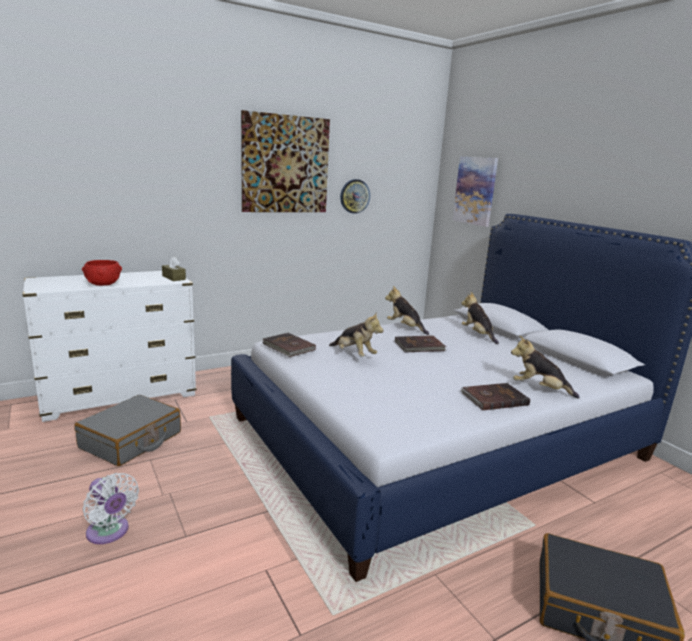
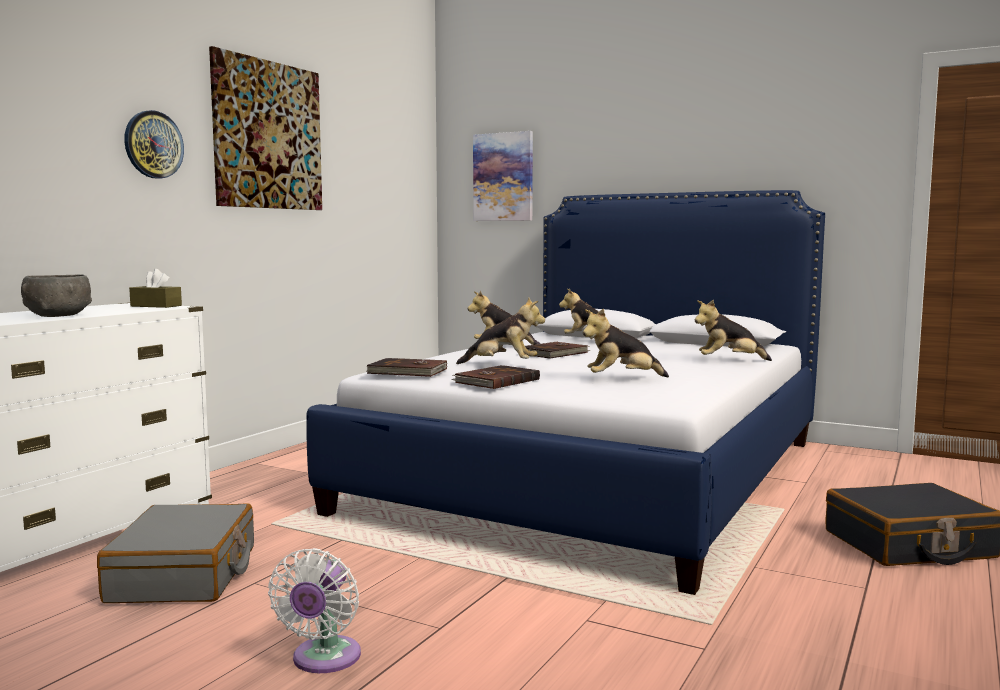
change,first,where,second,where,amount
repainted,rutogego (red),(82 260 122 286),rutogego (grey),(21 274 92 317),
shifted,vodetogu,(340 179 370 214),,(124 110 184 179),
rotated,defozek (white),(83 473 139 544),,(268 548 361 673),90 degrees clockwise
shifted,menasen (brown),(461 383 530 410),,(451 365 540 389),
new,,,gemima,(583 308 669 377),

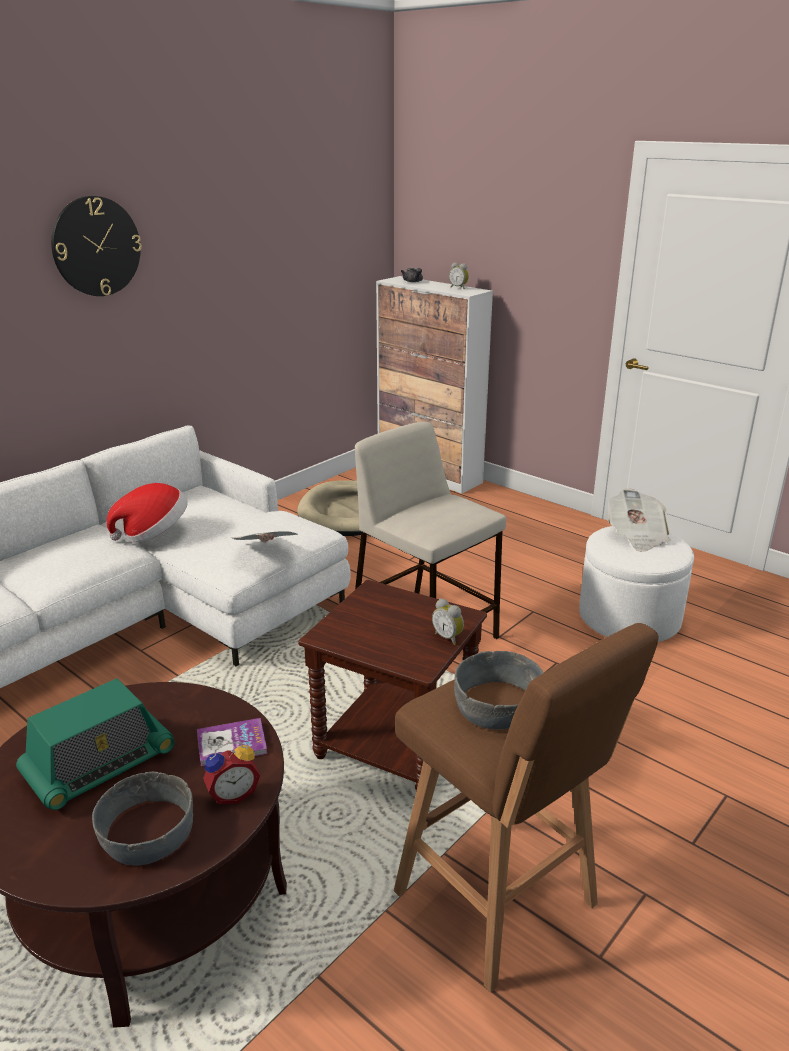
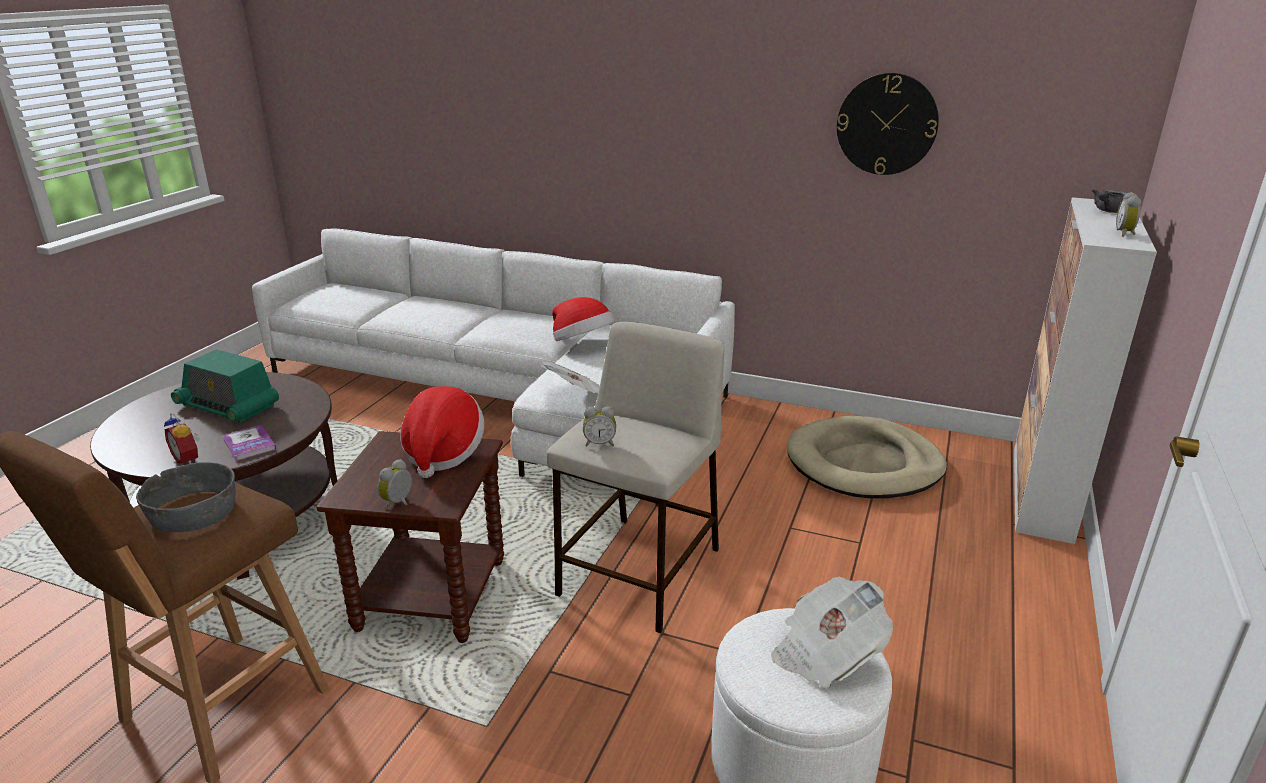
change,first,where,second,where,amount
new,,,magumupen,(400 386 484 478),
new,,,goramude,(583 407 616 447),
shifted,vodetogu,(51 196 142 296),,(837 73 939 175),
gone,rutogego (grey),(92 772 193 866),,,

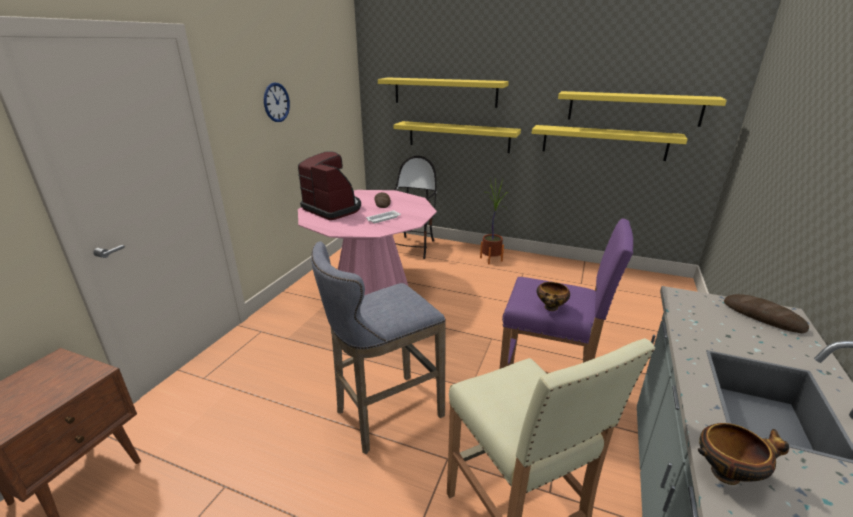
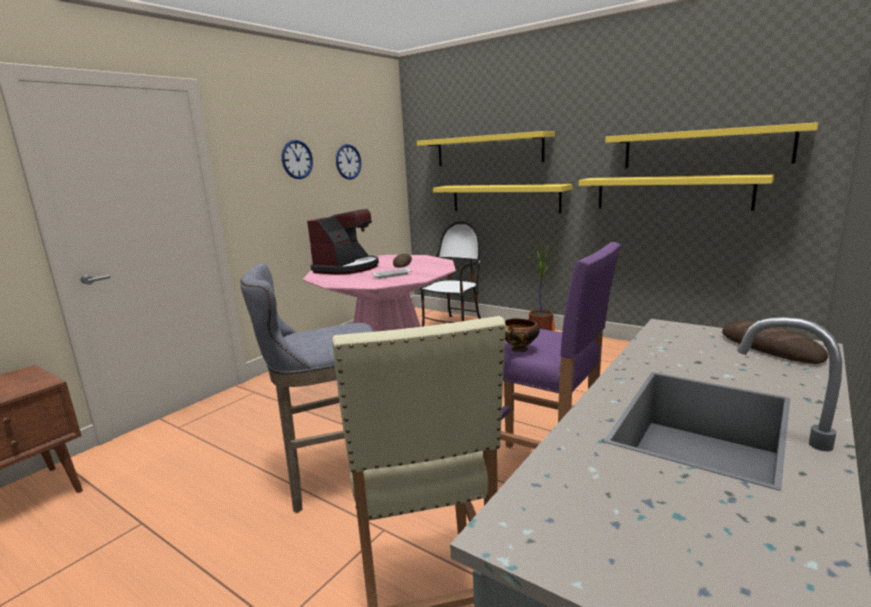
change,first,where,second,where,amount
rotated,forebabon,(298 151 361 220),,(307 209 379 275),60 degrees clockwise
new,,,vodetogu,(336 144 361 180),
gone,rutogego,(698 423 789 485),,,

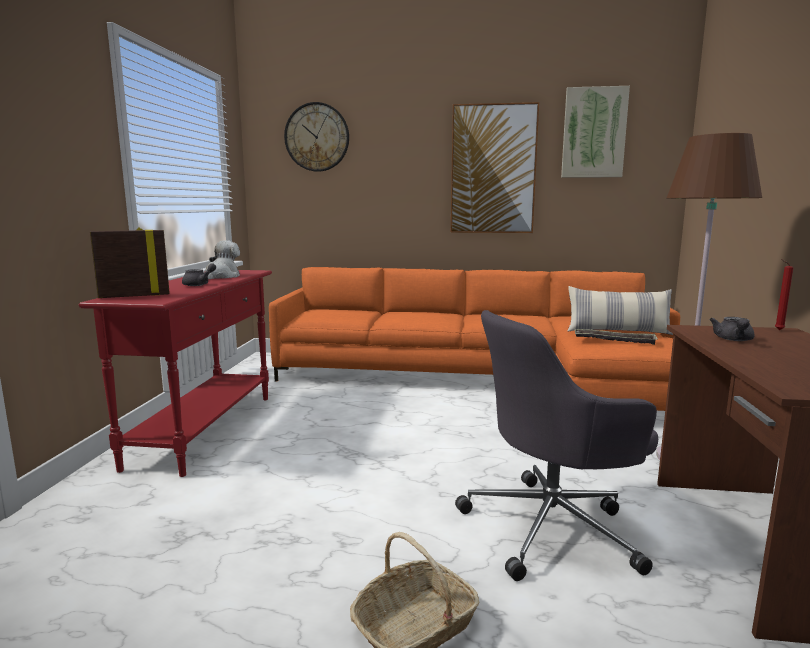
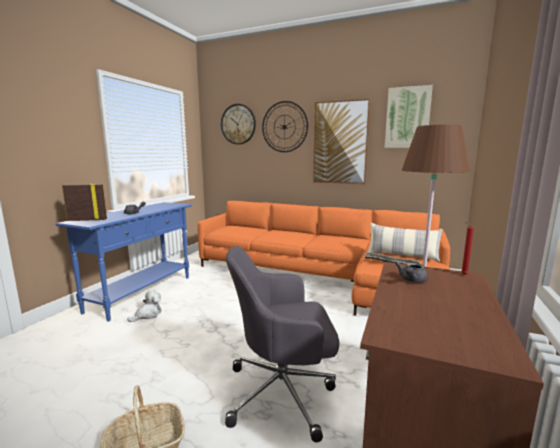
change,first,where,second,where,amount
repainted,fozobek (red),(79 270 272 477),fozobek (blue),(56 202 192 322),
shifted,gemima,(205 240 240 279),,(127 290 161 322),
new,,,vodetogu,(262 101 308 152),

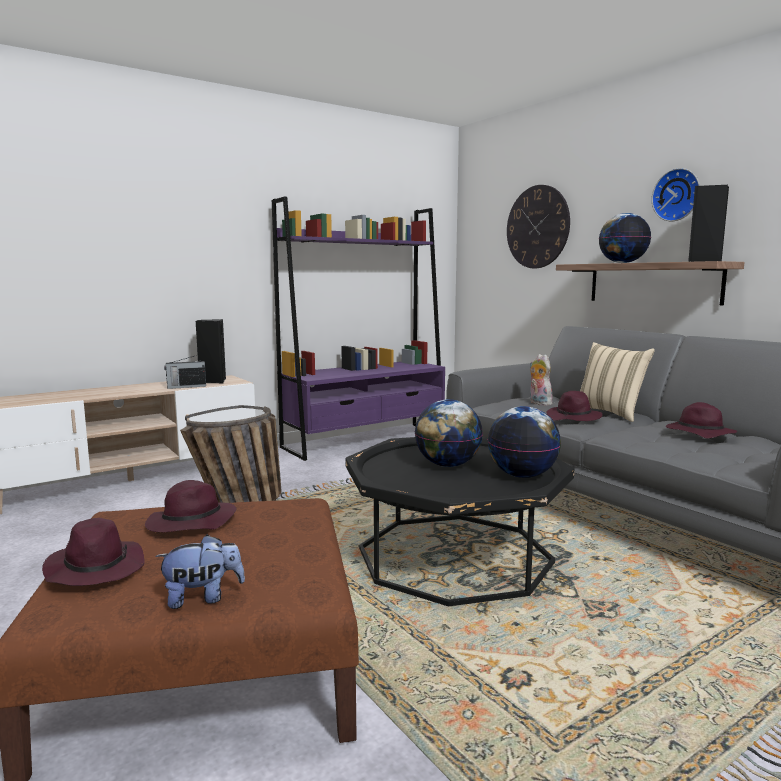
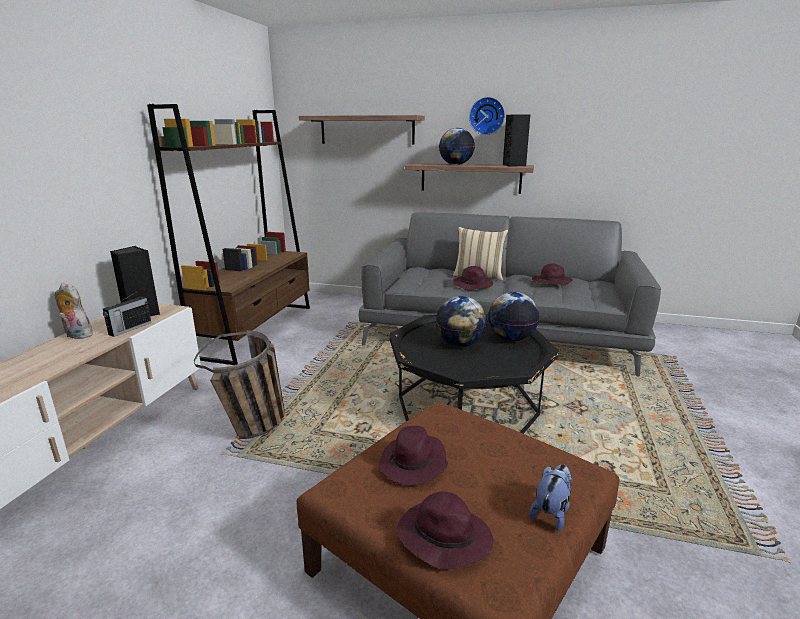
change,first,where,second,where,amount
shifted,gemima,(529 354 552 406),,(55 283 93 339),
repainted,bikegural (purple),(272 196 445 461),bikegural (brown),(147 104 310 365),
swapped,vodetogu,(507 185 570 268),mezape,(299 115 425 145),

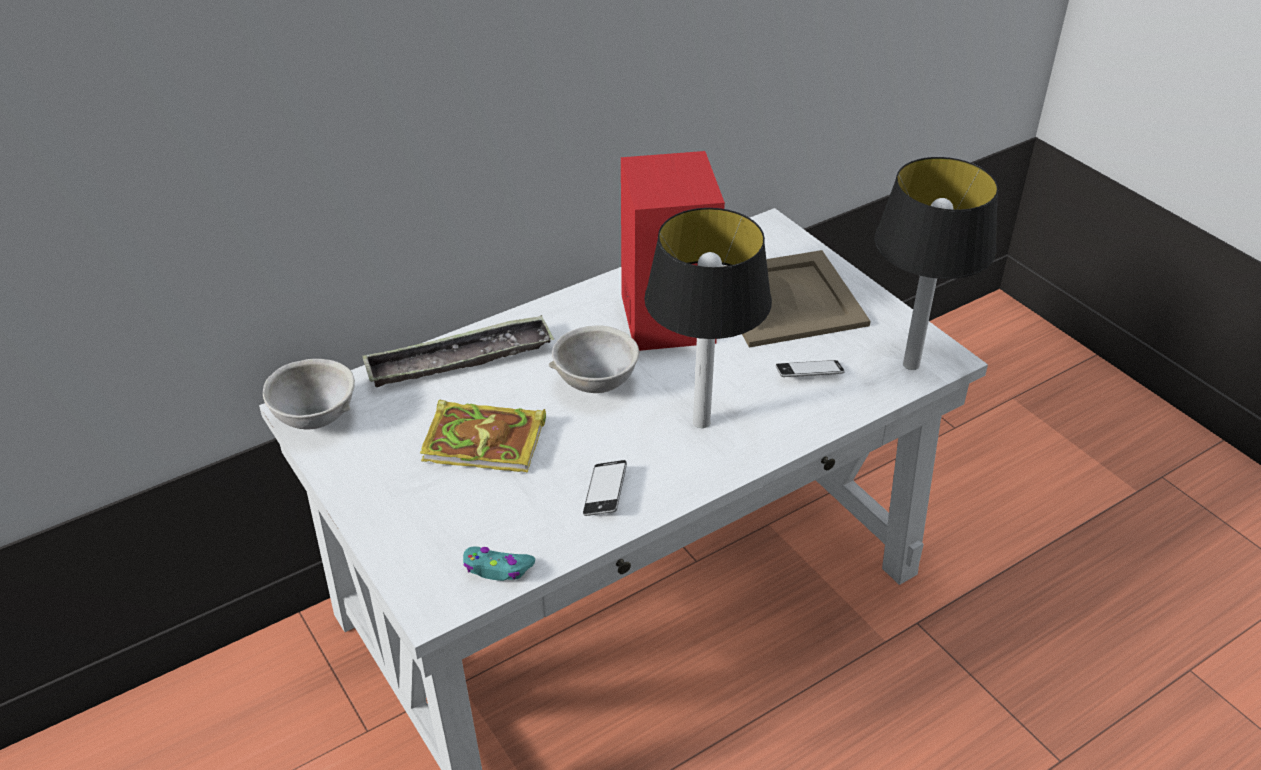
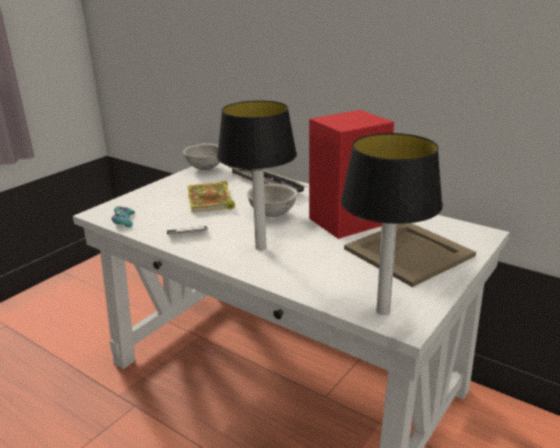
change,first,where,second,where,amount
gone,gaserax,(776 360 844 377),,,

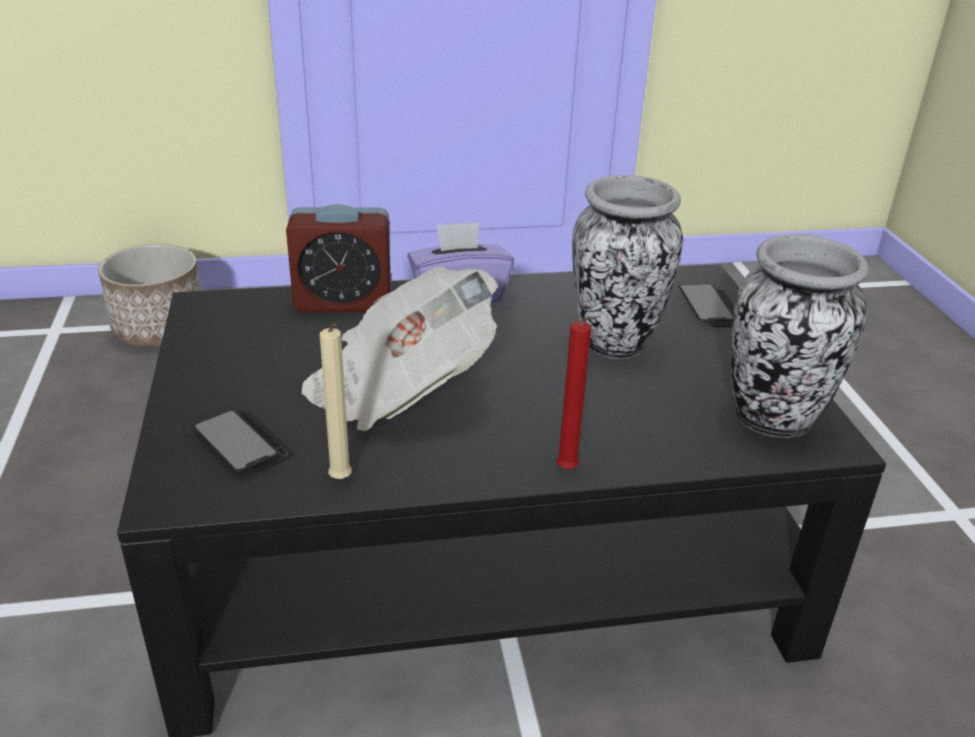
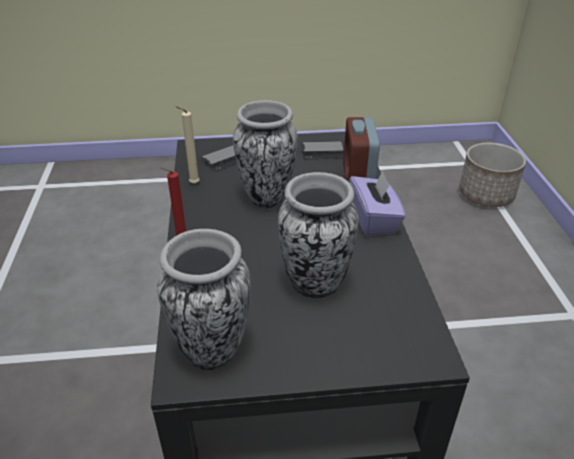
change,first,where,second,where,amount
swapped,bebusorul,(302 266 498 431),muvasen,(233 100 298 209),
shifted,gaserax,(679 283 734 327),,(301 141 344 159),

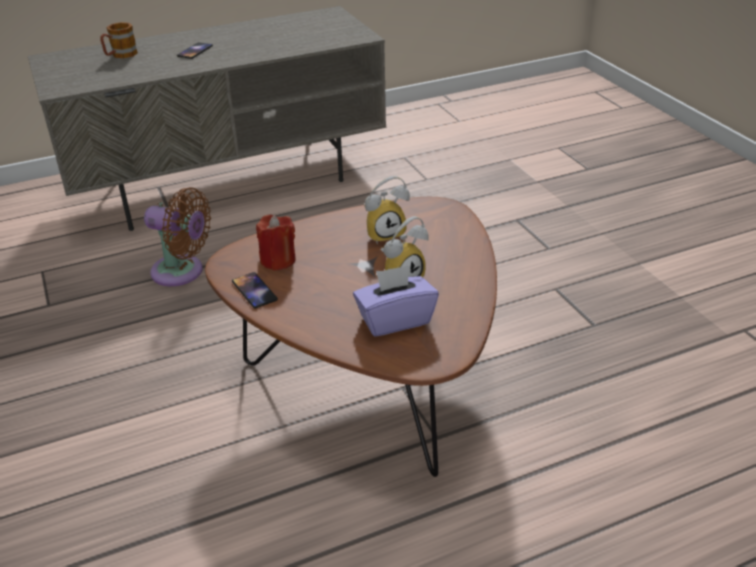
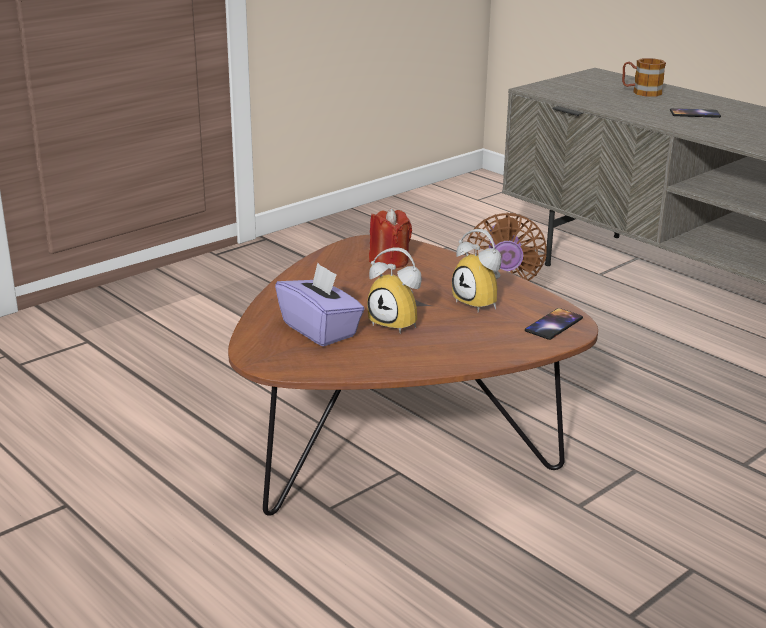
change,first,where,second,where,amount
shifted,gaserax,(232 272 278 308),,(525 308 583 340),

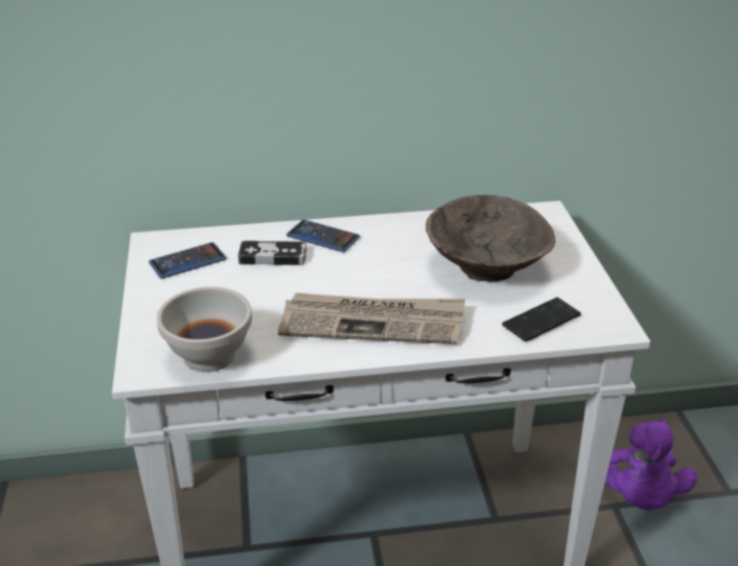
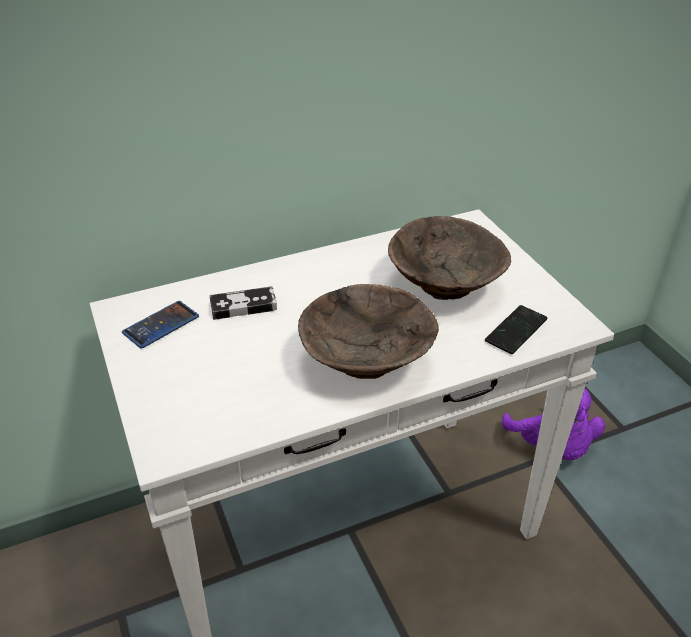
change,first,where,second,where,amount
swapped,bebusorul,(278 293 465 344),rutogego (brown),(298 284 439 379),
gone,rutogego (white),(157 287 252 372),,,
gone,gaserax,(286 220 360 252),,,

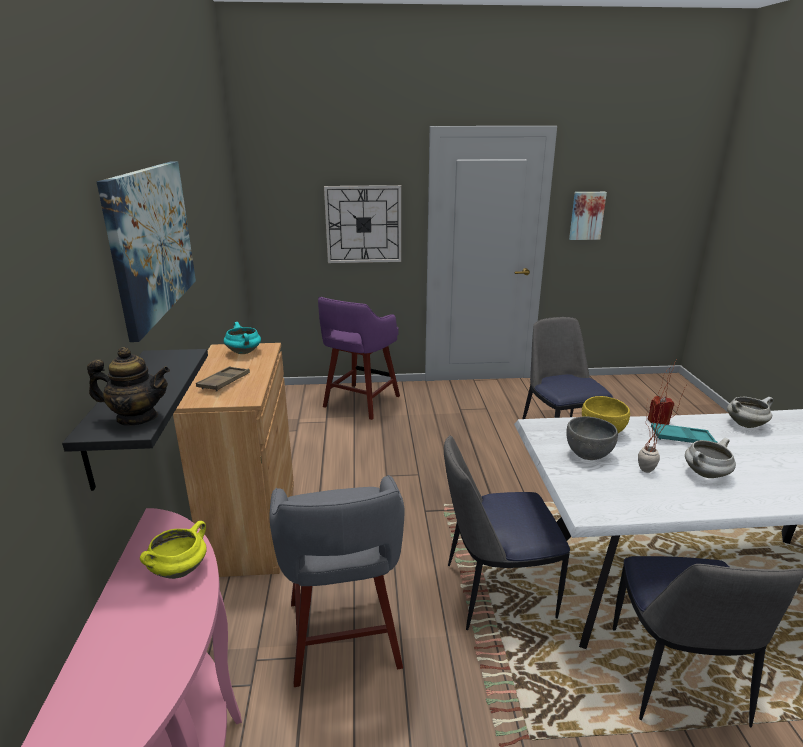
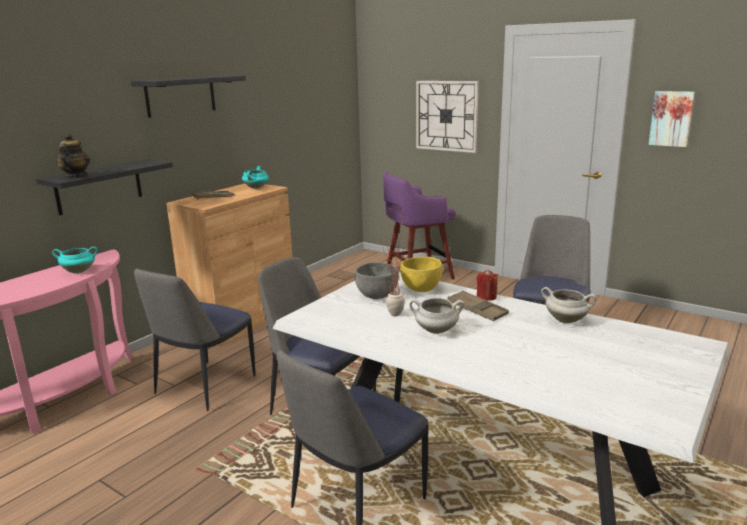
change,first,where,second,where,amount
repainted,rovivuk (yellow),(140 521 207 579),rovivuk (turquoise),(52 246 97 274),
rotated,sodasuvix,(87 347 170 426),,(56 133 90 178),135 degrees counterclockwise
swapped,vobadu,(97 161 196 342),mezape (black),(131 76 246 118),
swapped,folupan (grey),(269 475 404 687),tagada,(134 269 255 411),
repainted,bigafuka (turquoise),(651 423 717 443),bigafuka (brown),(447 290 509 321),

